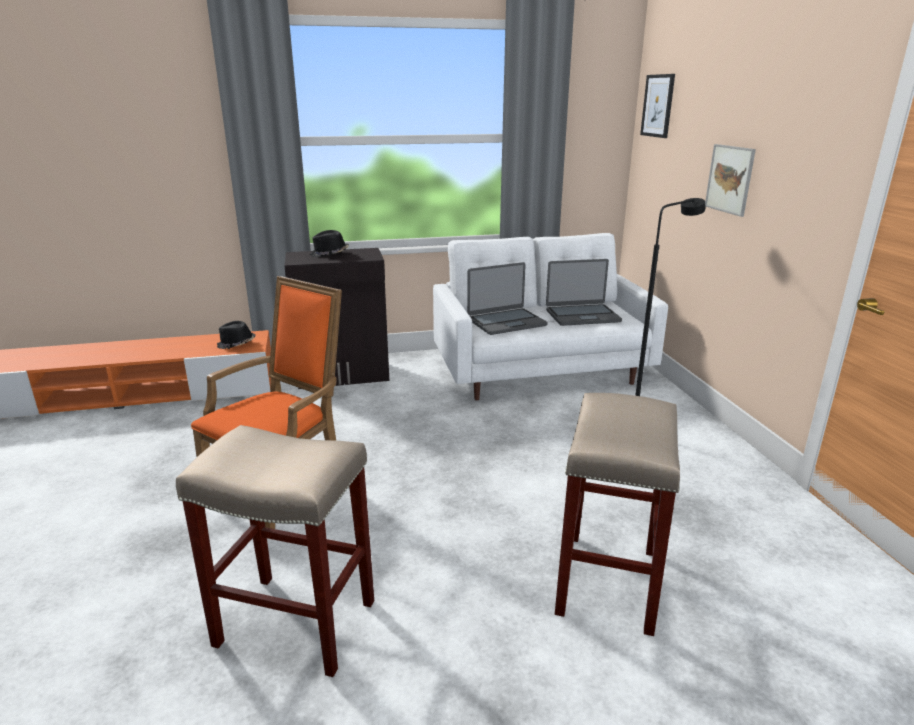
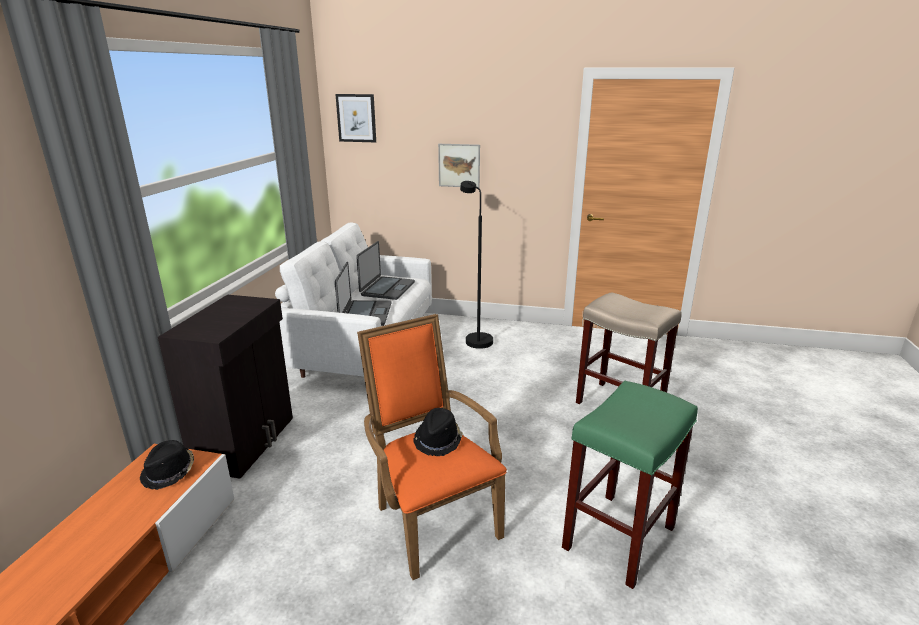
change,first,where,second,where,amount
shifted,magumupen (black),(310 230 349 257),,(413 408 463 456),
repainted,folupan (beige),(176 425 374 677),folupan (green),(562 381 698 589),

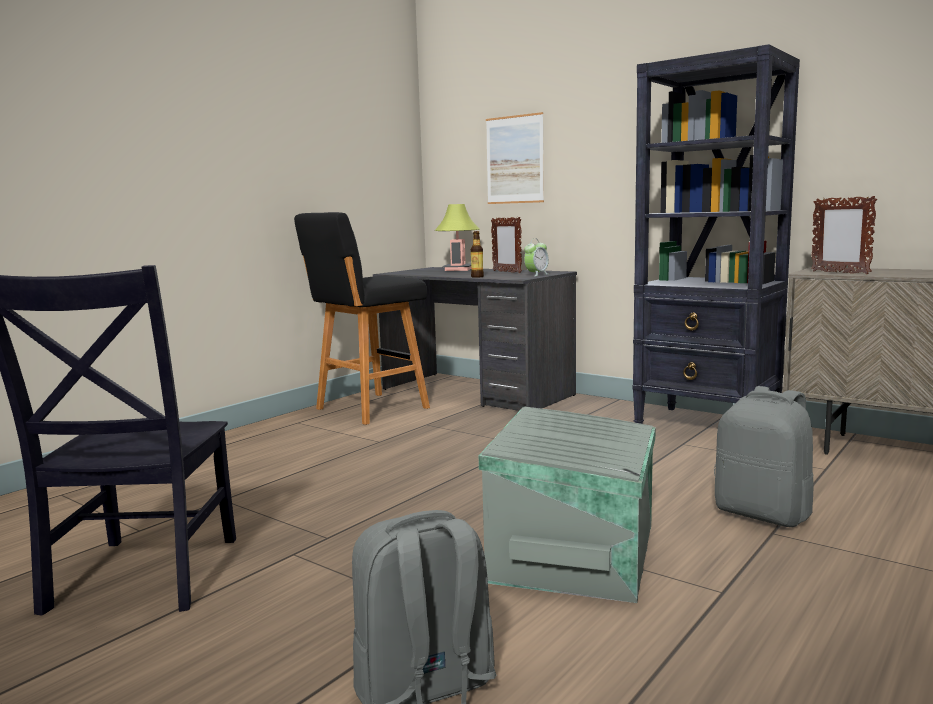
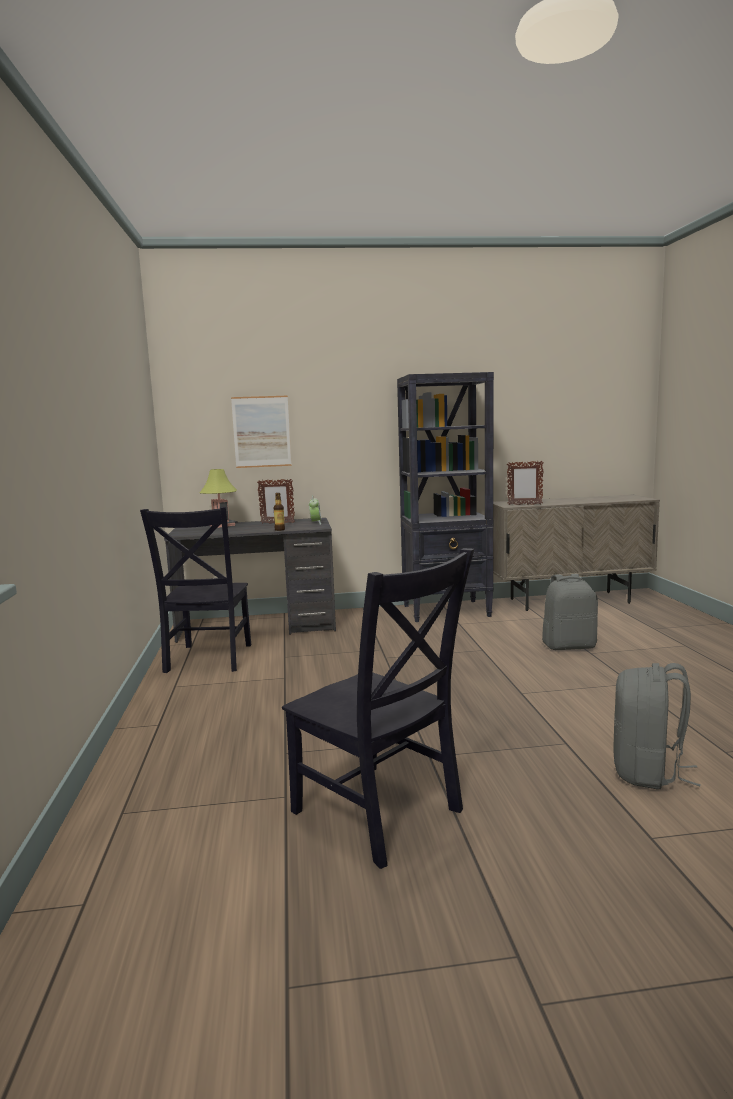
change,first,where,second,where,amount
swapped,folupan (black),(294 212 430 425),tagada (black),(140 507 251 673),
gone,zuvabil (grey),(479 407 656 603),,,

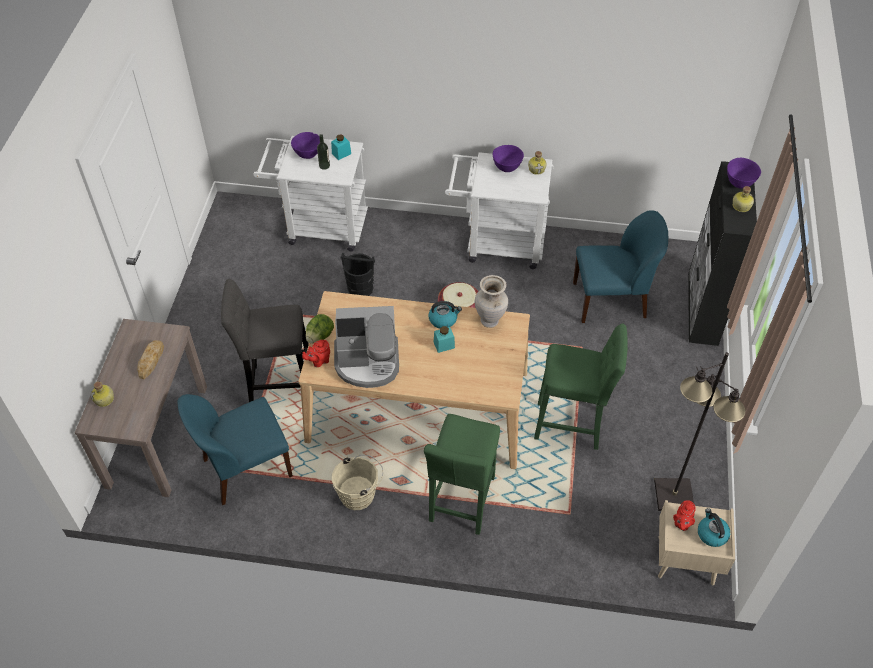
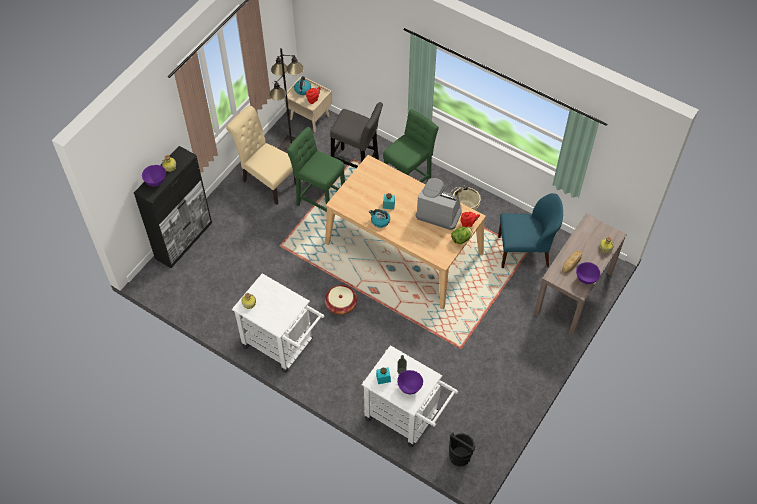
change,first,where,second,where,amount
new,,,tagada (beige),(226 105 296 205),
shifted,folupan (grey),(221 279 309 402),,(330 102 383 168),
shifted,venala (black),(341 253 375 296),,(449 432 475 466),
shifted,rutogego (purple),(493 145 524 172),,(576 262 600 284),
gone,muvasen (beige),(475 275 508 328),,,
gone,tagada (blue),(573 210 668 323),,,

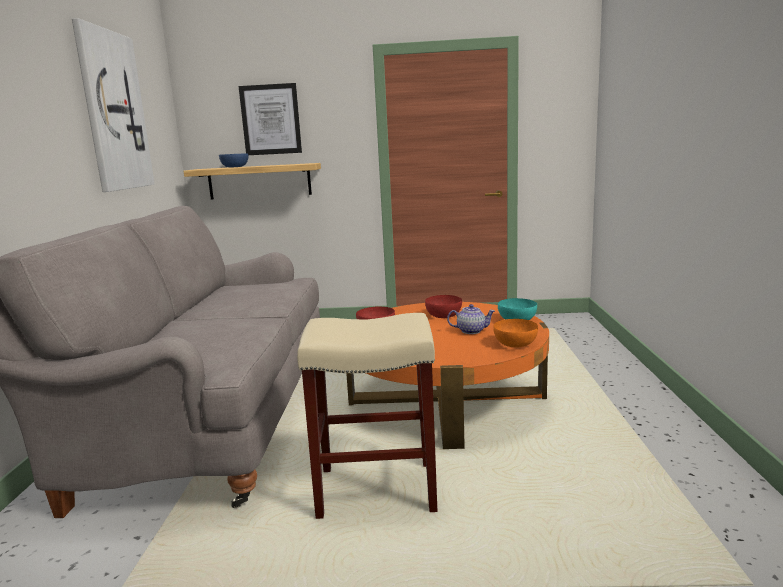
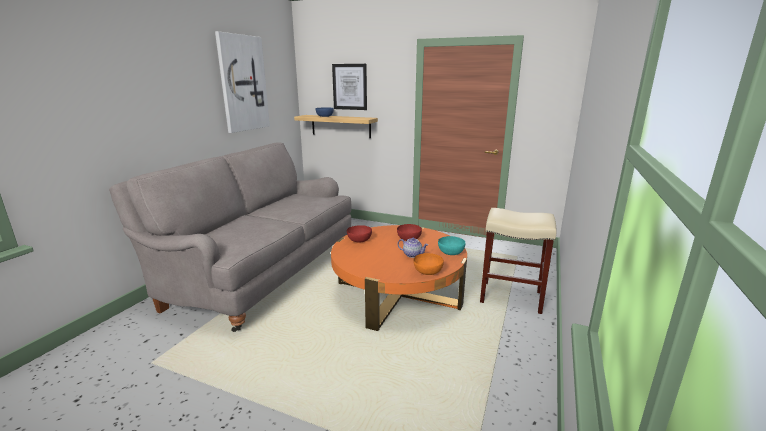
change,first,where,second,where,amount
shifted,folupan (beige),(297 313 438 519),,(480 208 556 314),

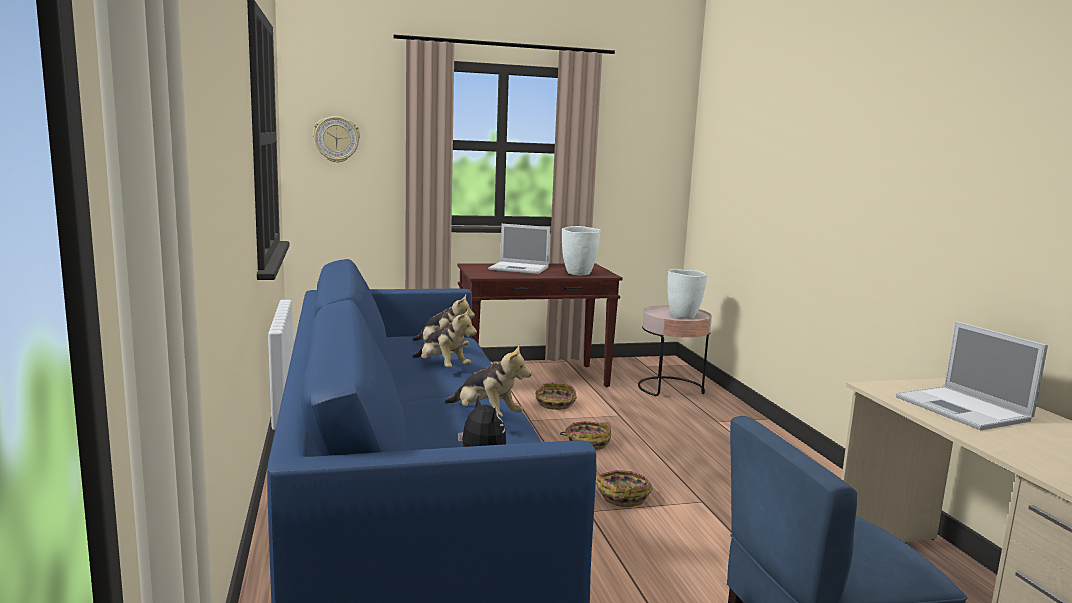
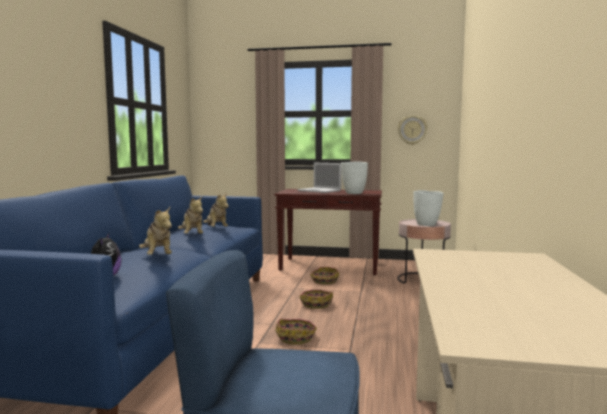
change,first,where,second,where,amount
shifted,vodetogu,(313 116 360 163),,(398 115 428 145),
gone,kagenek,(896 321 1048 430),,,

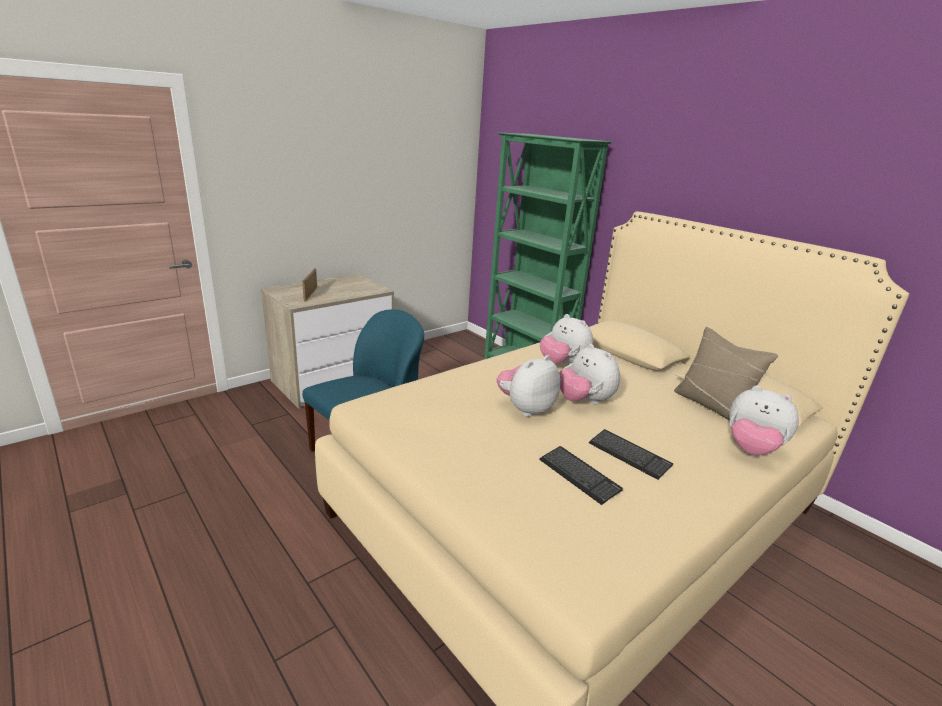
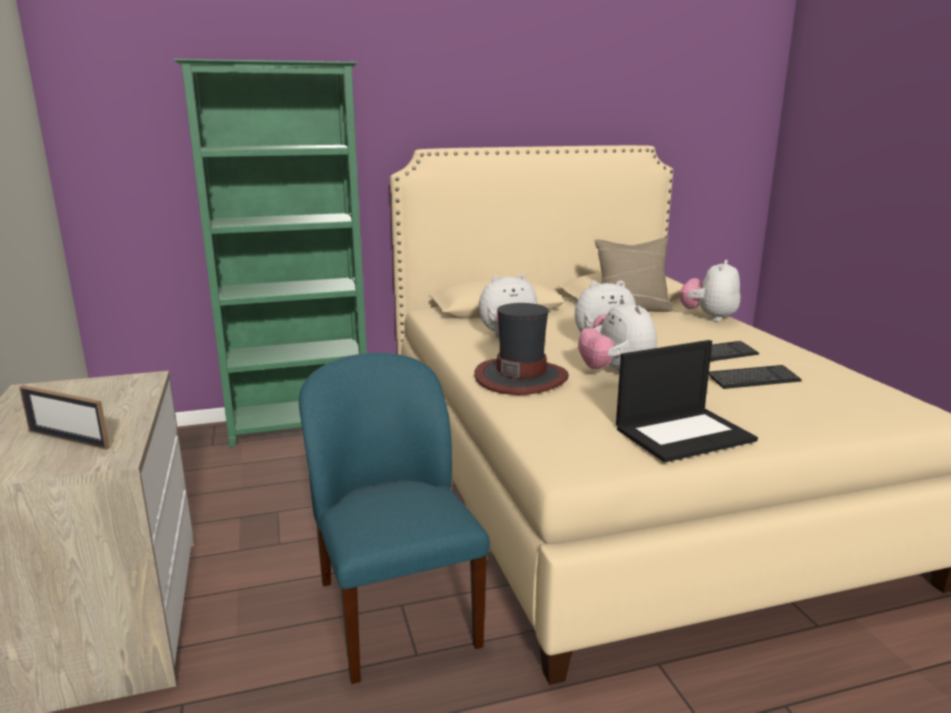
change,first,where,second,where,amount
new,,,magumupen,(474 303 569 395),
new,,,kagenek,(616 340 758 462),
rotated,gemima,(729 385 799 455),,(680 260 740 322),150 degrees clockwise

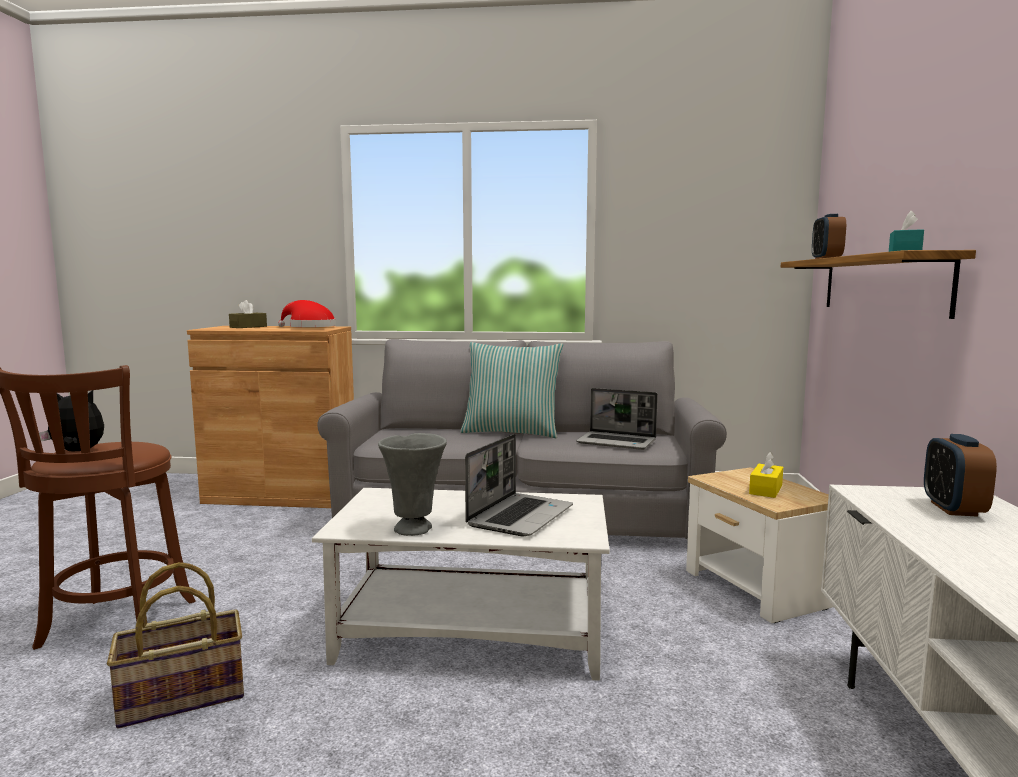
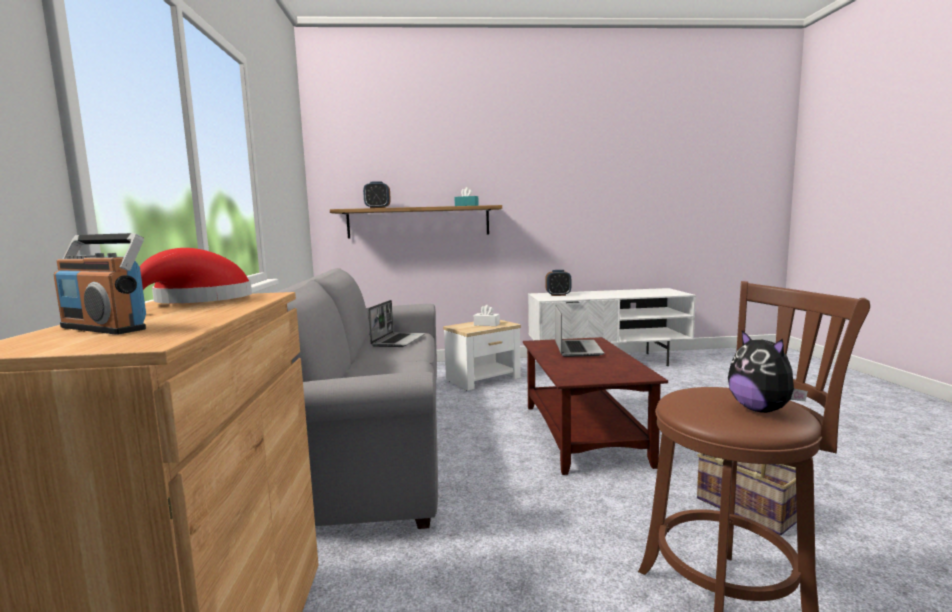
change,first,where,second,where,amount
swapped,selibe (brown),(229 300 267 328),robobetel,(53 233 146 335),
repainted,selibe (yellow),(749 452 783 498),selibe (white),(474 305 500 326),
repainted,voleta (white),(312 488 610 681),voleta (brown),(523 337 668 475),
rotated,kagenek,(465 434 573 536),,(555 304 604 357),75 degrees clockwise
gone,muvasen (grey),(378 433 447 536),,,
gone,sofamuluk,(460 342 563 438),,,

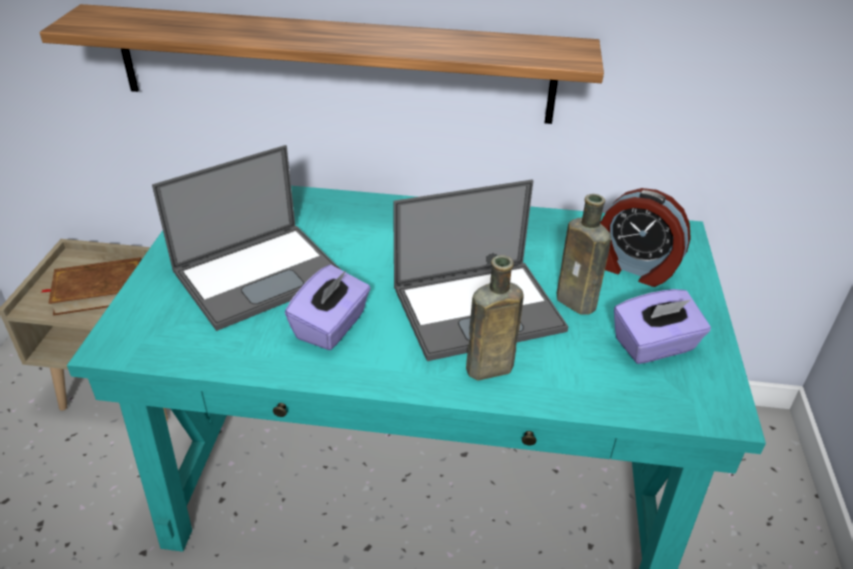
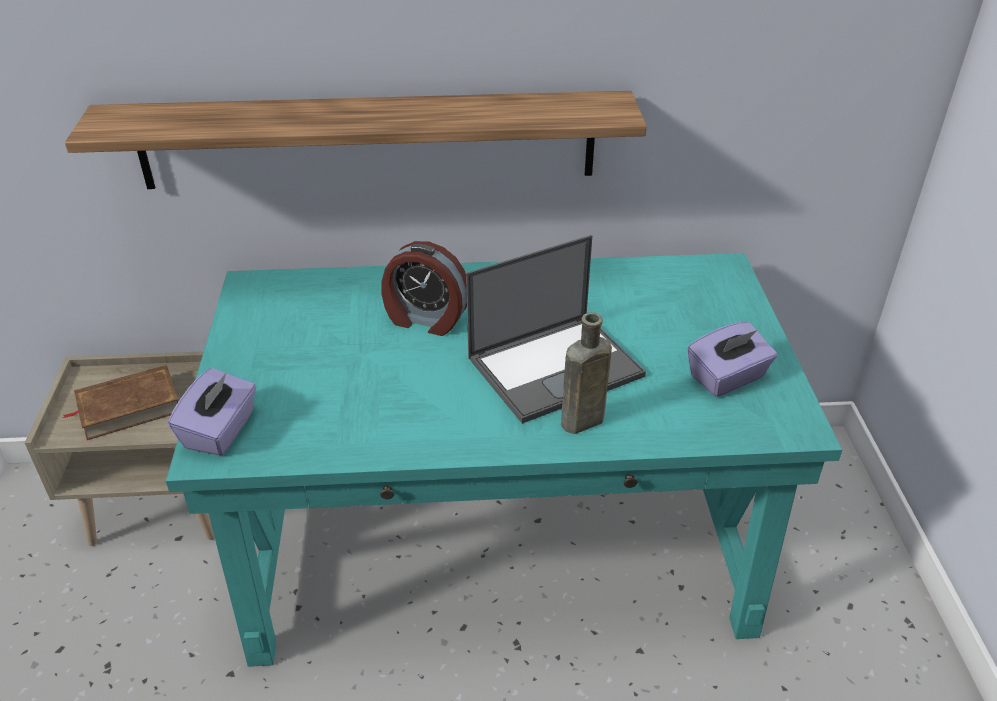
change,first,where,second,where,amount
shifted,selibe (purple),(285 265 371 350),,(168 368 256 456),
shifted,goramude,(600 188 691 287),,(382 241 467 336),
gone,kagenek,(152 145 340 331),,,
gone,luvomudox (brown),(557 194 611 315),,,

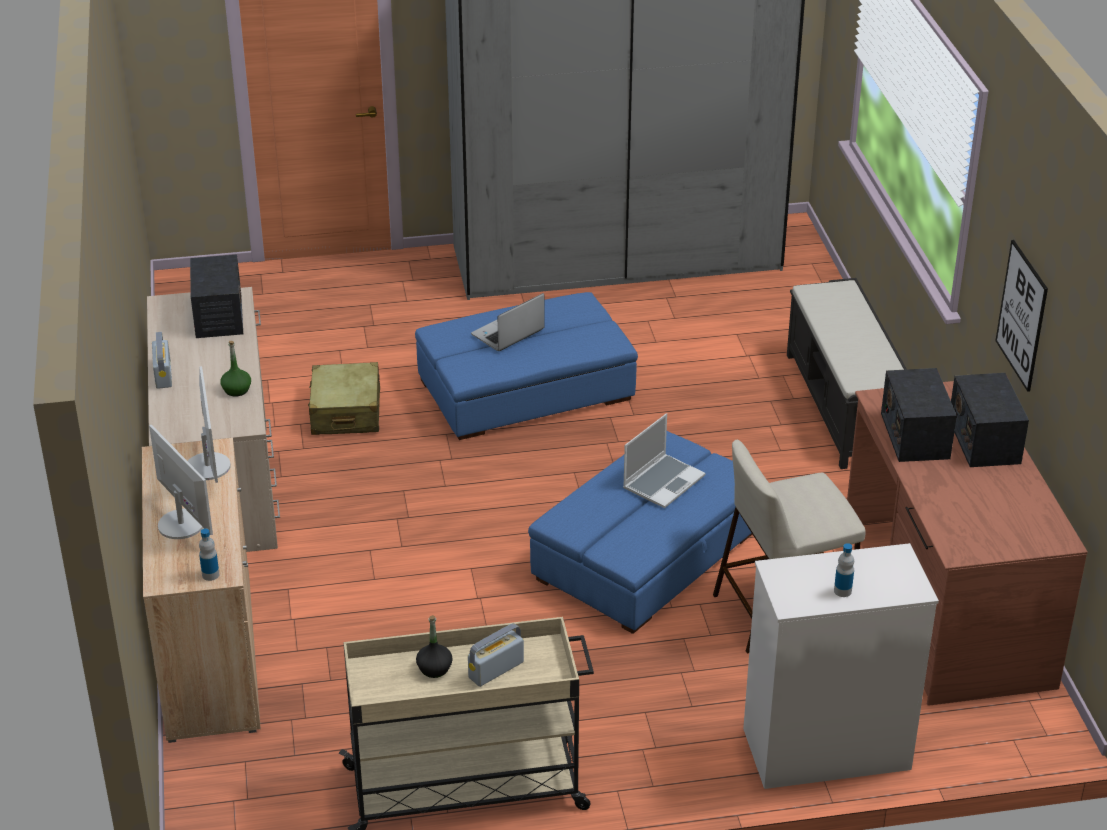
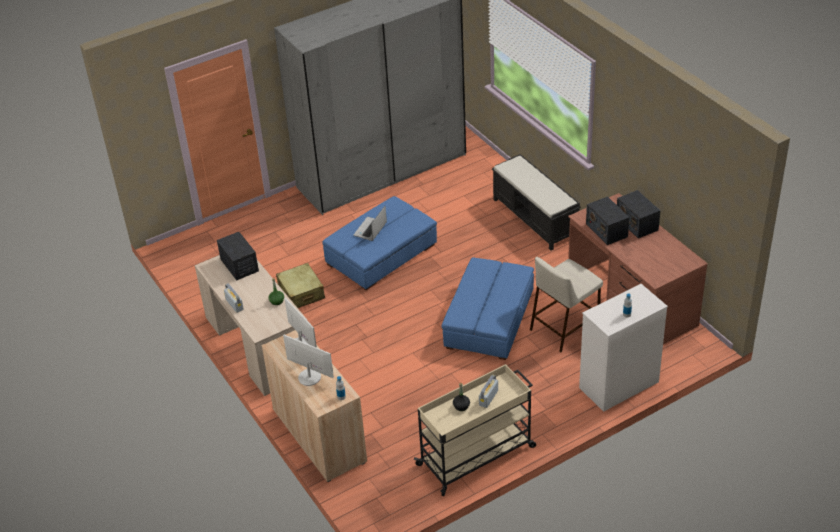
change,first,where,second,where,amount
gone,kagenek,(623 413 705 508),,,
gone,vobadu,(995 240 1048 392),,,

